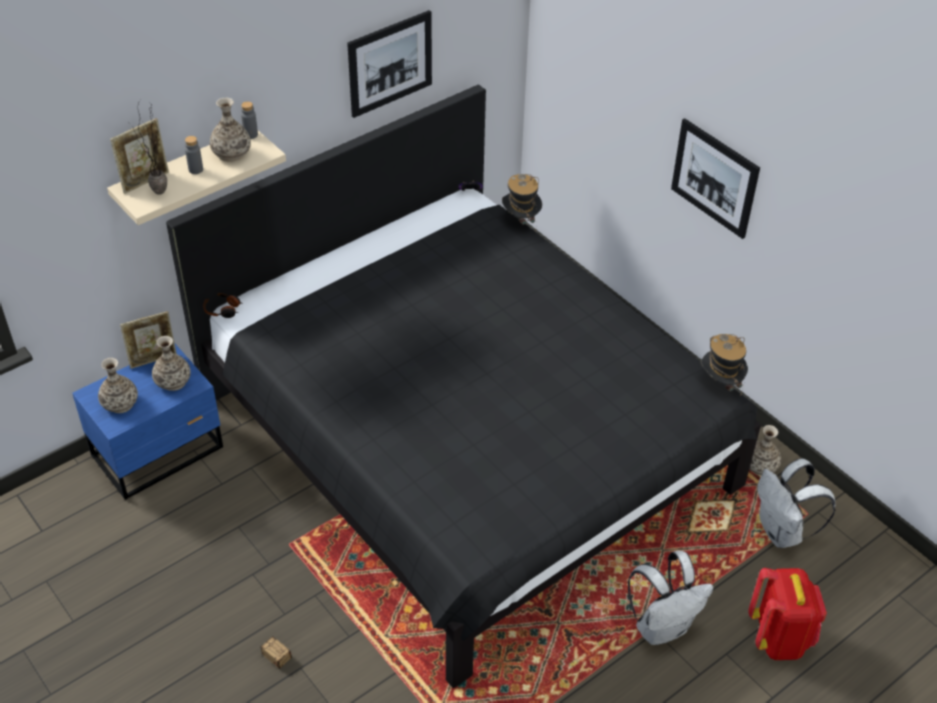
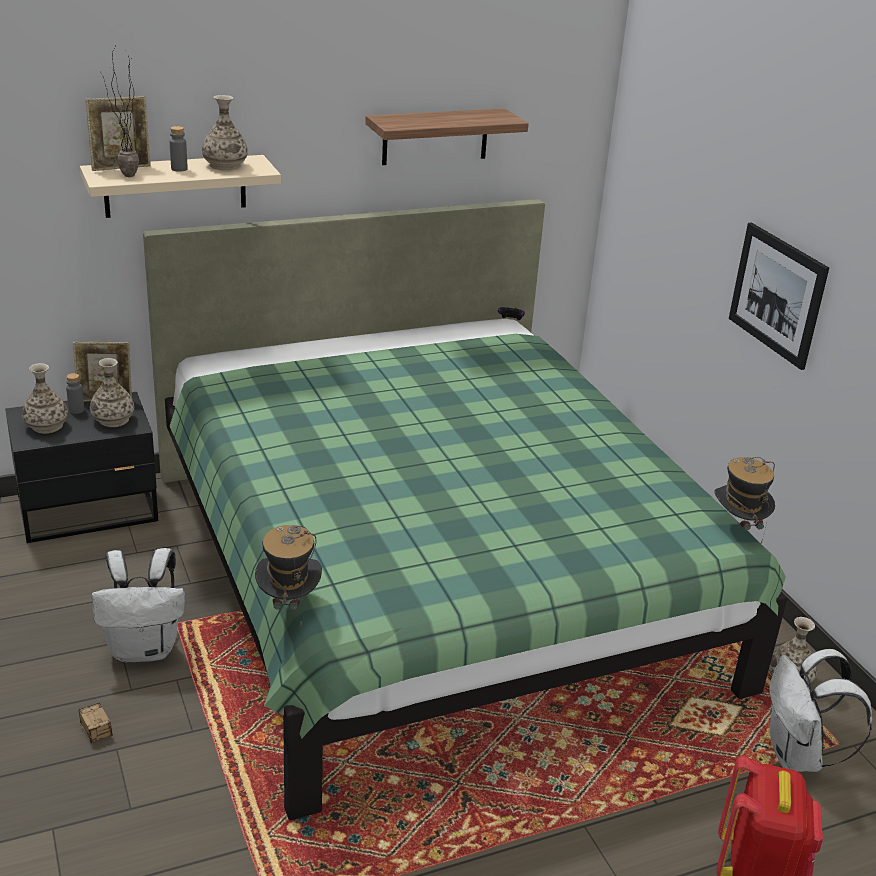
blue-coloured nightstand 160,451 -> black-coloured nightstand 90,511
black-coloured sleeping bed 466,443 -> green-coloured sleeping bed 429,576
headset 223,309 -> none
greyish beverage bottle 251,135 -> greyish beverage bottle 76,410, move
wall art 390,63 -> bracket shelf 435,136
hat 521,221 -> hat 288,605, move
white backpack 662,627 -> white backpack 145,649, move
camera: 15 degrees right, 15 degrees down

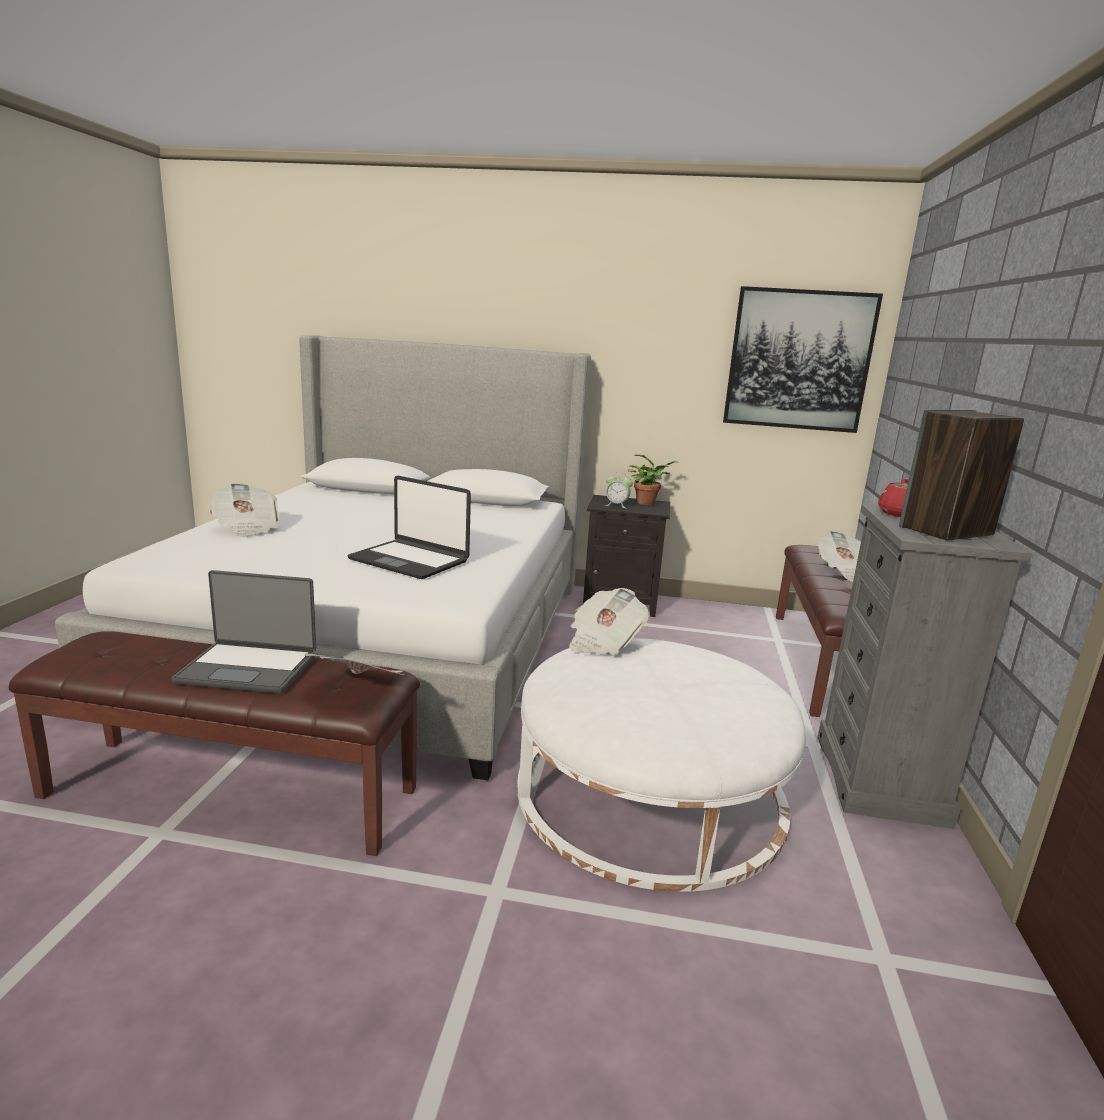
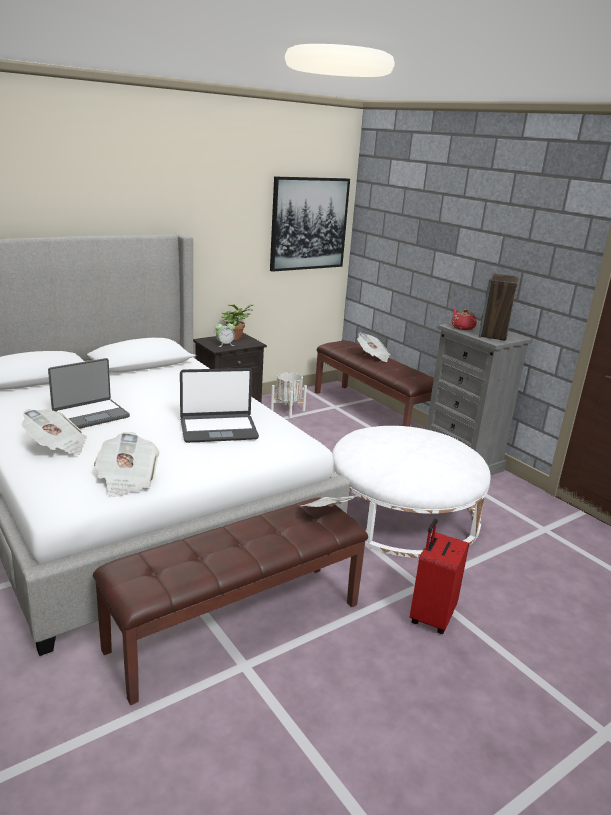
laptop 249,668 -> laptop 90,415, move
newspaper 603,642 -> newspaper 126,480, move
none -> white flower pot 287,410
none -> reddish travel case 431,616
camera: 45 degrees left, 5 degrees up

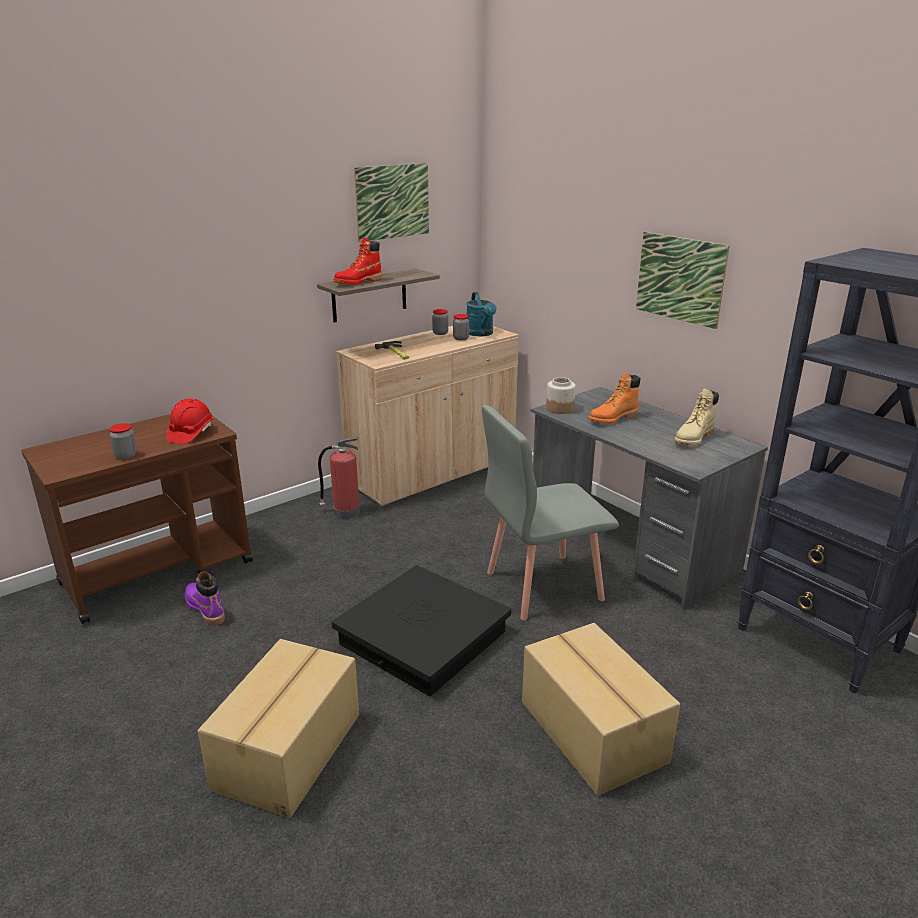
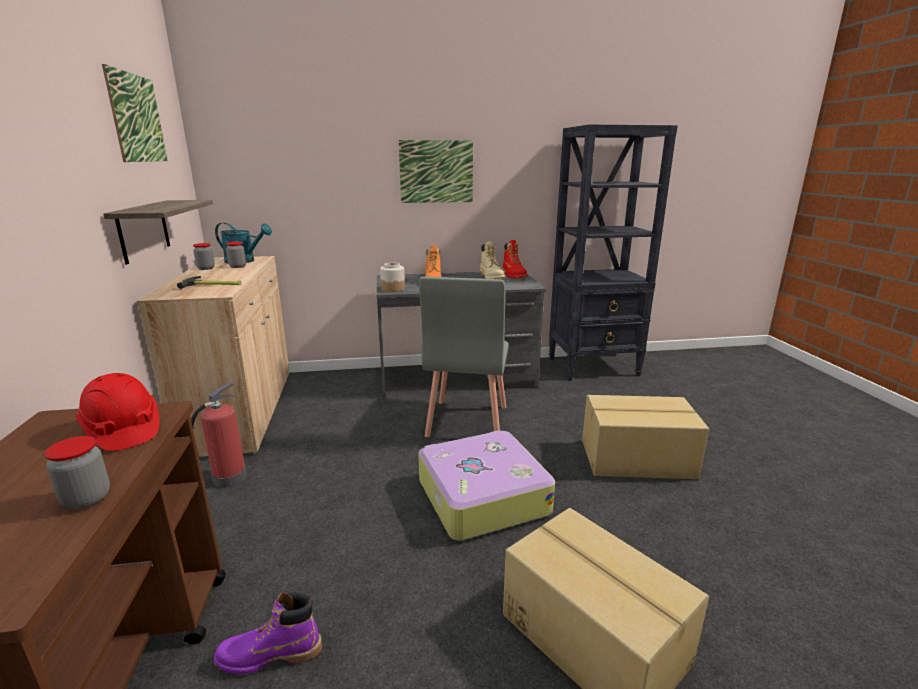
black-coloured storage bin 422,637 -> travel case 481,496
reddish boot 358,282 -> reddish boot 514,276, move
camera: 60 degrees left, 5 degrees down

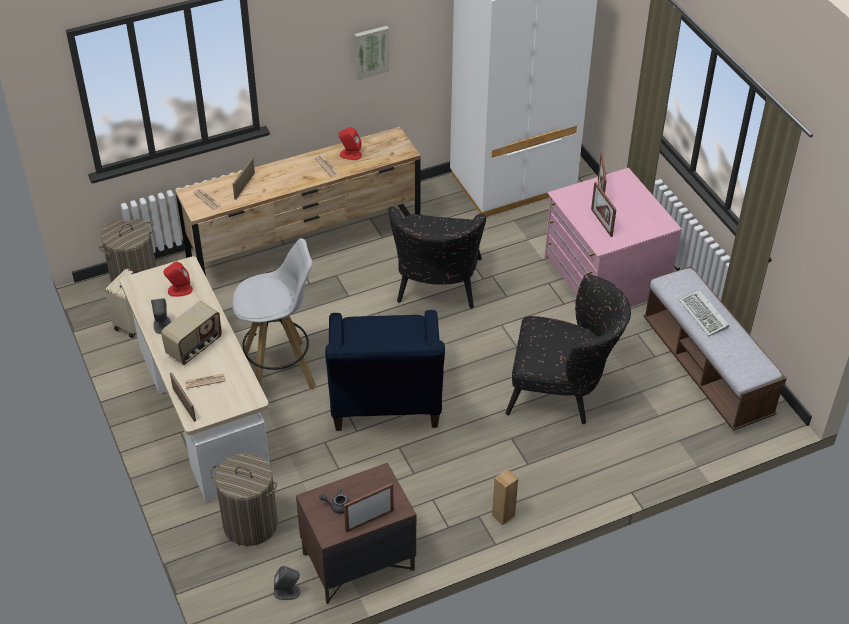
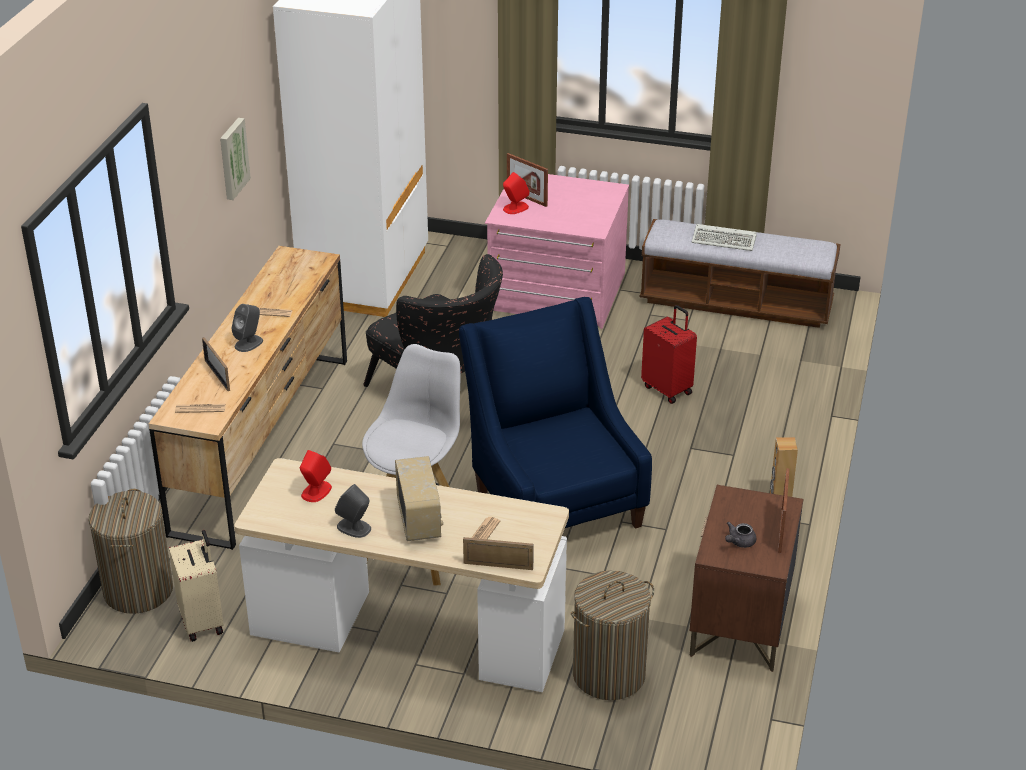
greyish loudspeaker 287,592 -> greyish loudspeaker 249,343, move
blue-coloured easy chair 385,403 -> blue-coloured easy chair 553,501, 150 degrees counterclockwise
reddish loudspeaker 350,154 -> reddish loudspeaker 515,208, move
black-coloured easy chair 562,391 -> reddish travel case 668,389
standing frame 601,222 -> none
camera: 50 degrees left, 10 degrees down

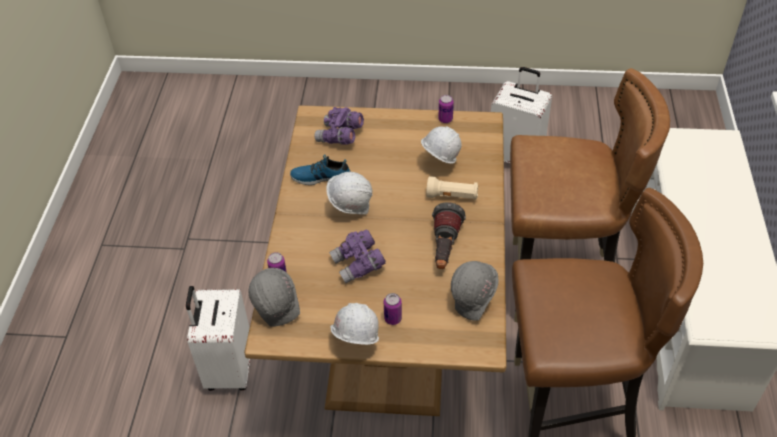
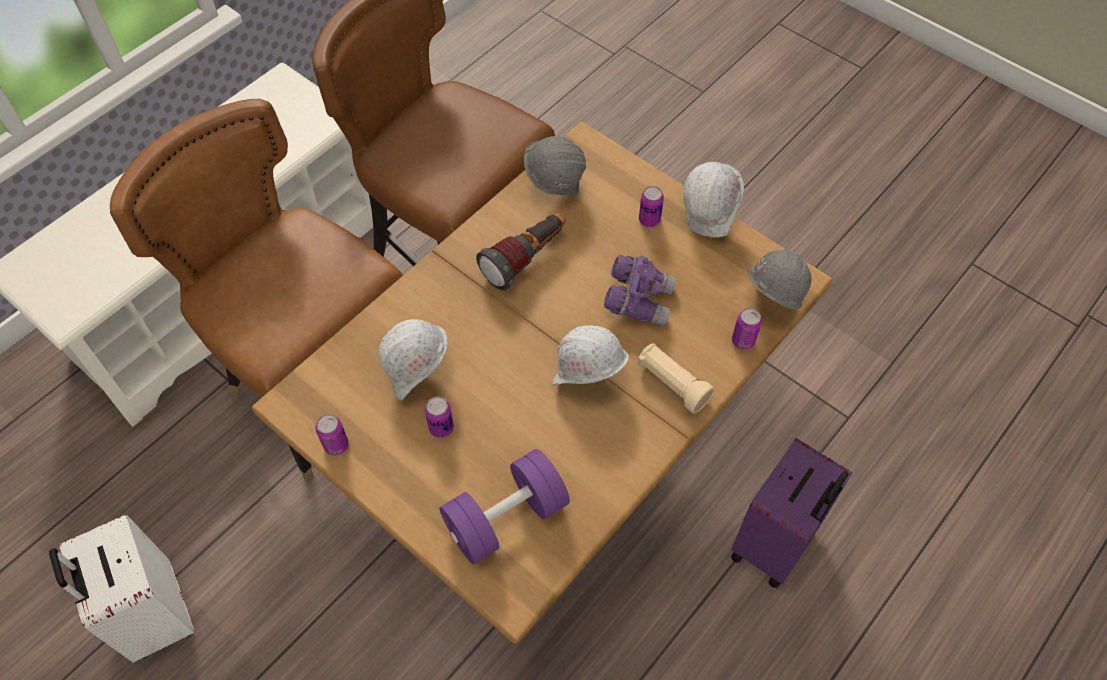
white travel case 228,369 -> purplish travel case 775,544
low shoe 321,177 -> none
purplish pair of binoculars 340,136 -> purplish dumbbell 506,517
beige-coloured torch 452,196 -> beige-coloured torch 672,384, move
none -> sealed can 441,428
camera: 145 degrees left, 10 degrees up

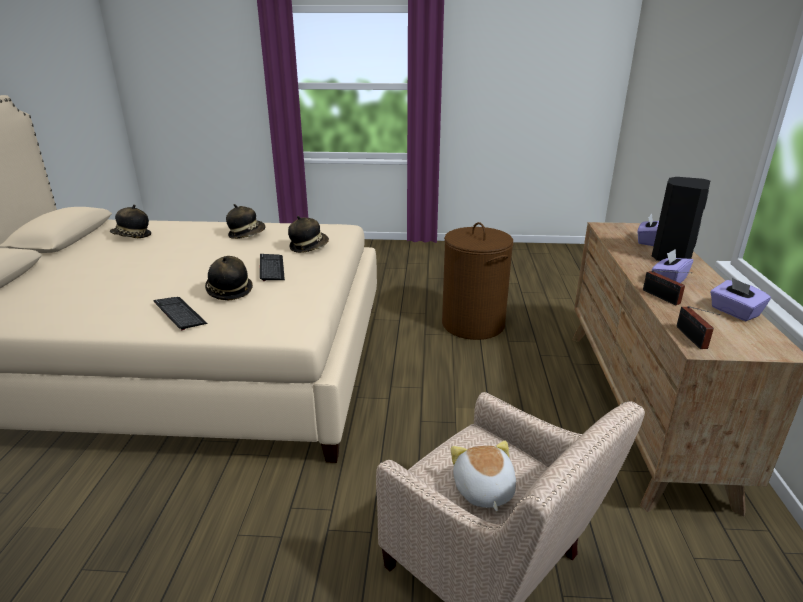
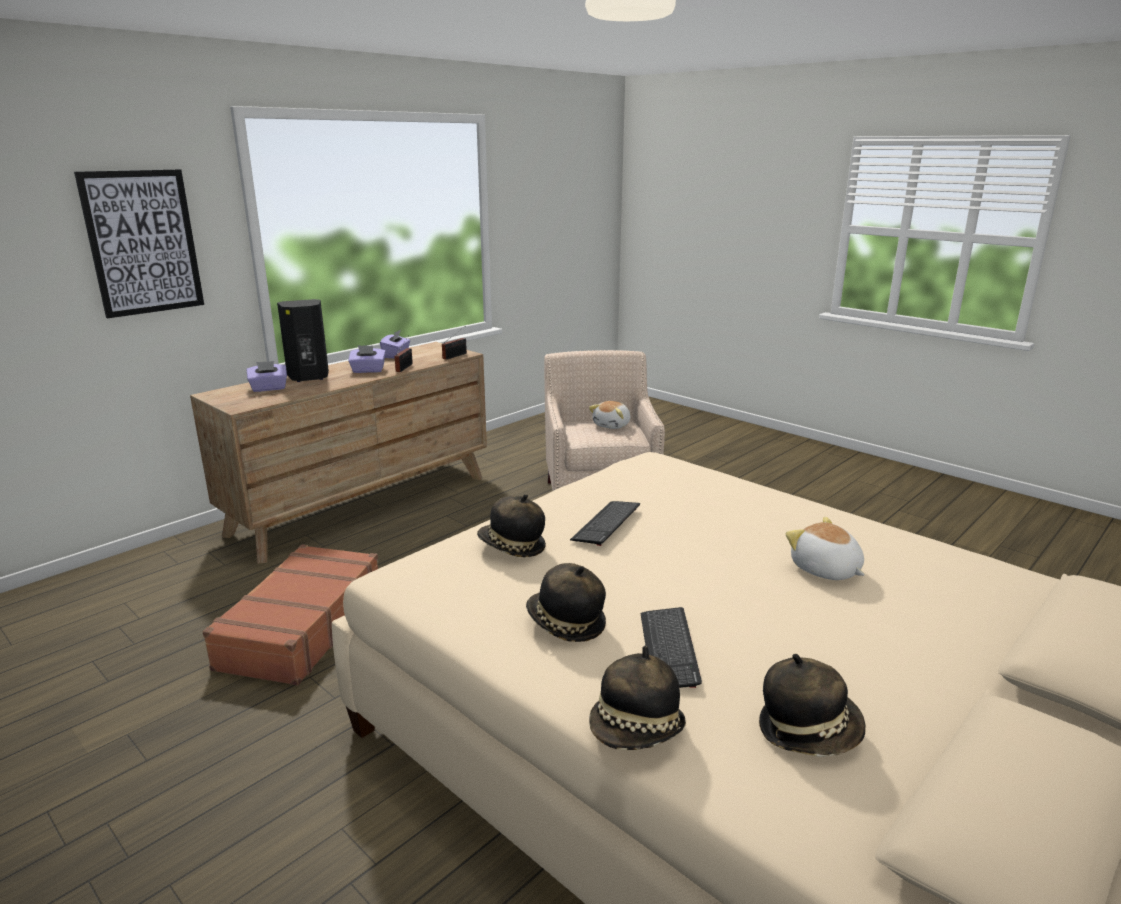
computer keyboard 179,314 -> computer keyboard 668,649, move
hat 229,291 -> hat 637,731, move
brownish laundry basket 472,324 -> brownish travel case 301,627
none -> wall art 143,242
none -> cuddly toy 825,570
camera: 140 degrees left, 5 degrees down

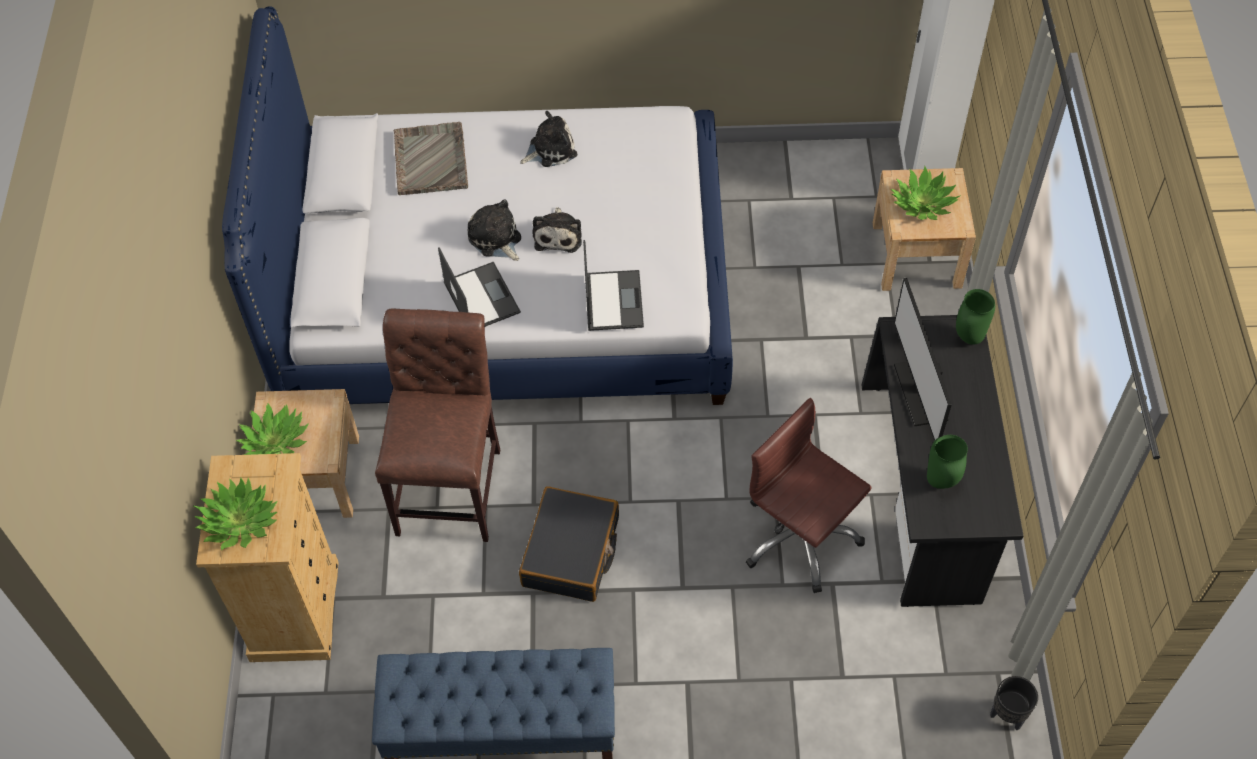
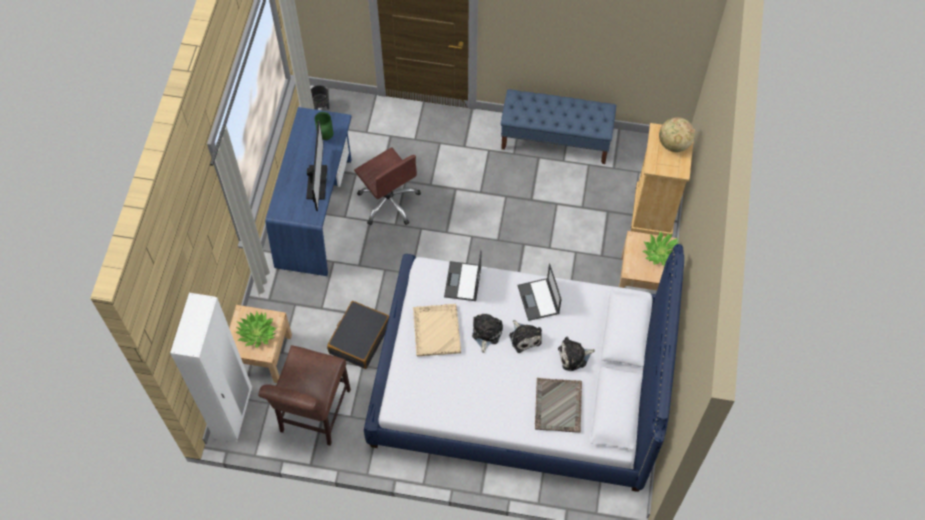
potted plant 240,521 -> globe 673,144
brownish plain chair 451,484 -> brownish plain chair 313,414, move
black-coloured travel case 571,552 -> black-coloured travel case 359,338, move
cuddly toy 550,149 -> cuddly toy 574,356, move
black-coloured desk unit 924,492 -> blue-coloured desk unit 317,212
green-coloured flower vase 968,337 -> none
none -> beige-coloured serving tray 436,330
camera: 170 degrees left, 5 degrees up

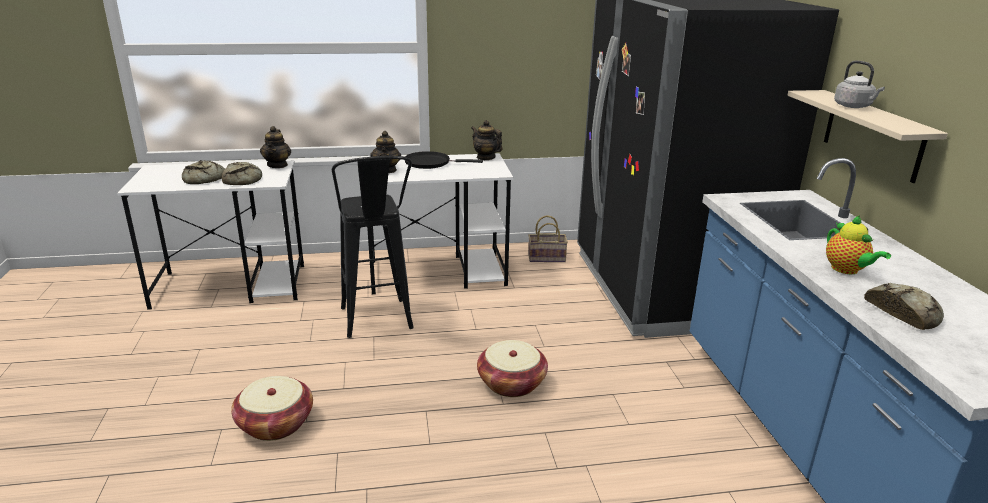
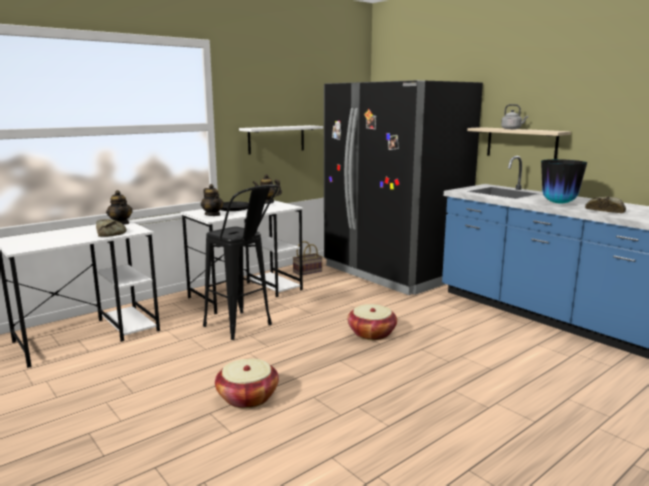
baked bread 204,179 -> none
pot for tea 847,270 -> flower vase 558,203
none -> white bracket shelf 276,139
camera: 30 degrees left, 10 degrees down

